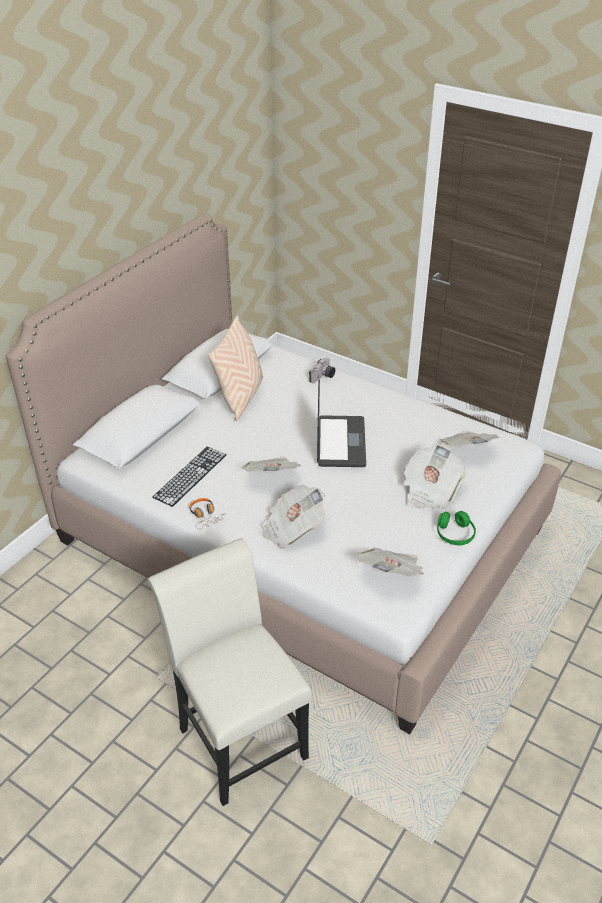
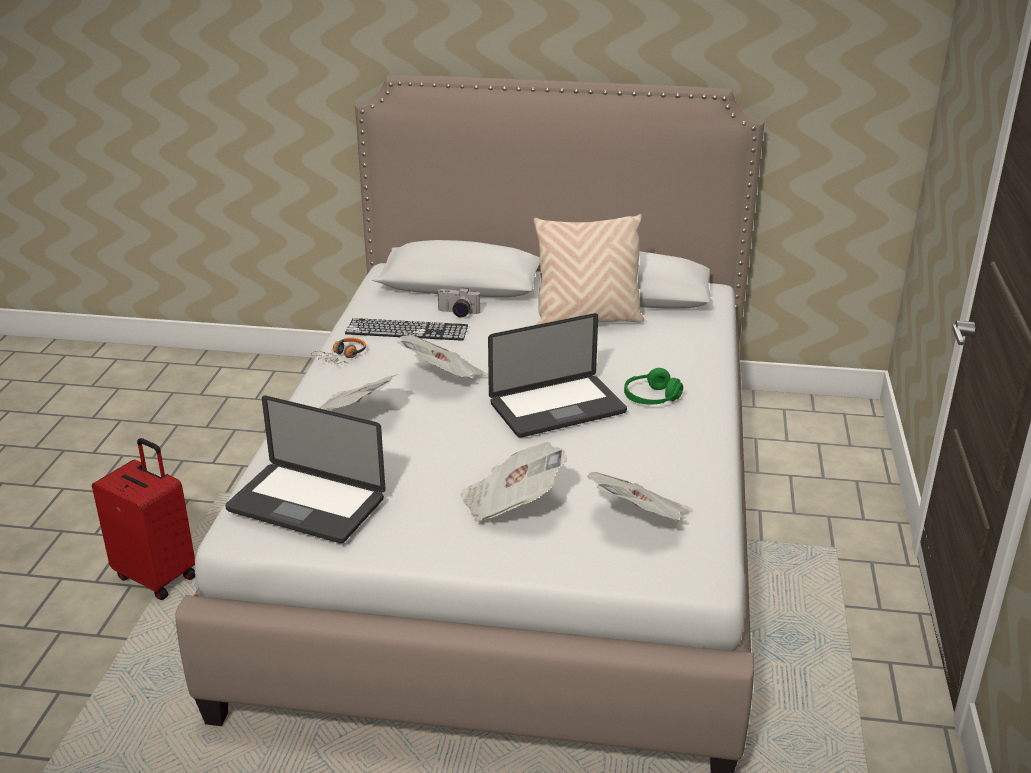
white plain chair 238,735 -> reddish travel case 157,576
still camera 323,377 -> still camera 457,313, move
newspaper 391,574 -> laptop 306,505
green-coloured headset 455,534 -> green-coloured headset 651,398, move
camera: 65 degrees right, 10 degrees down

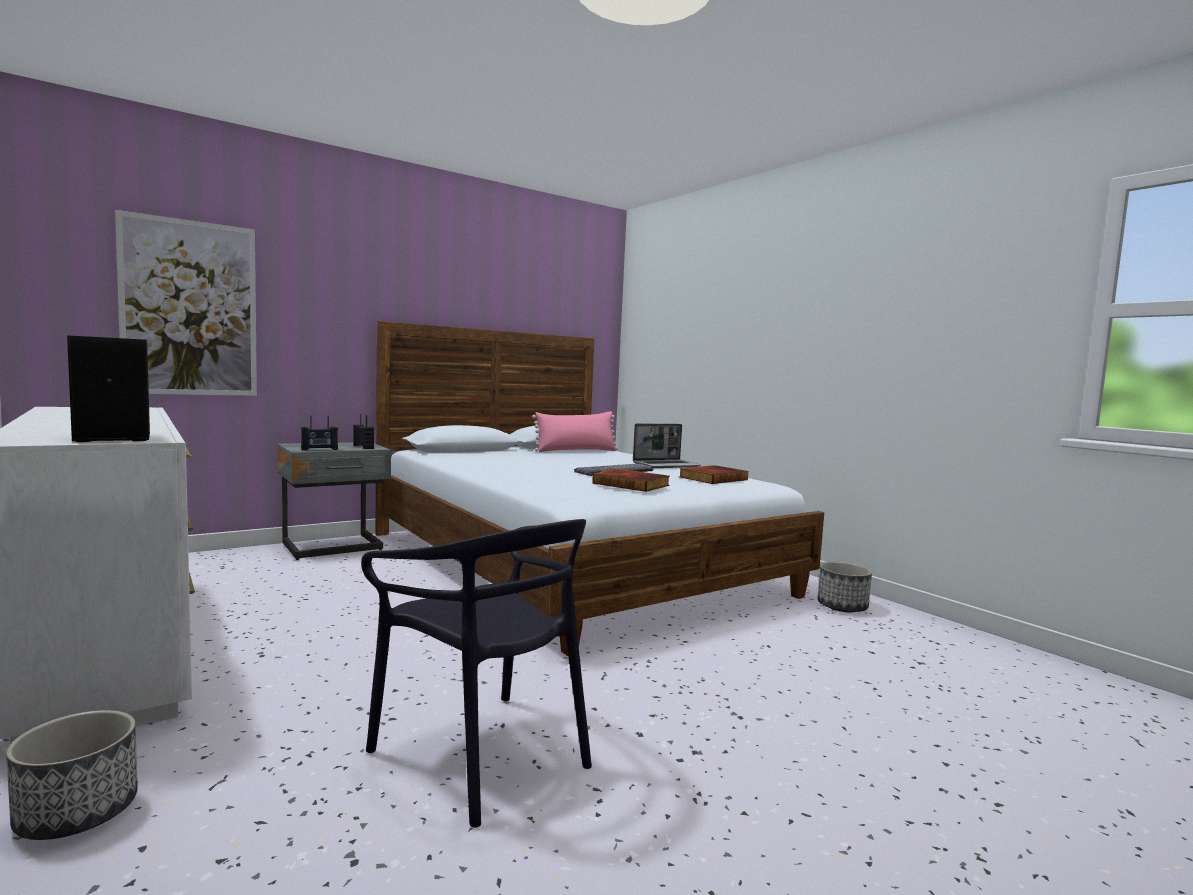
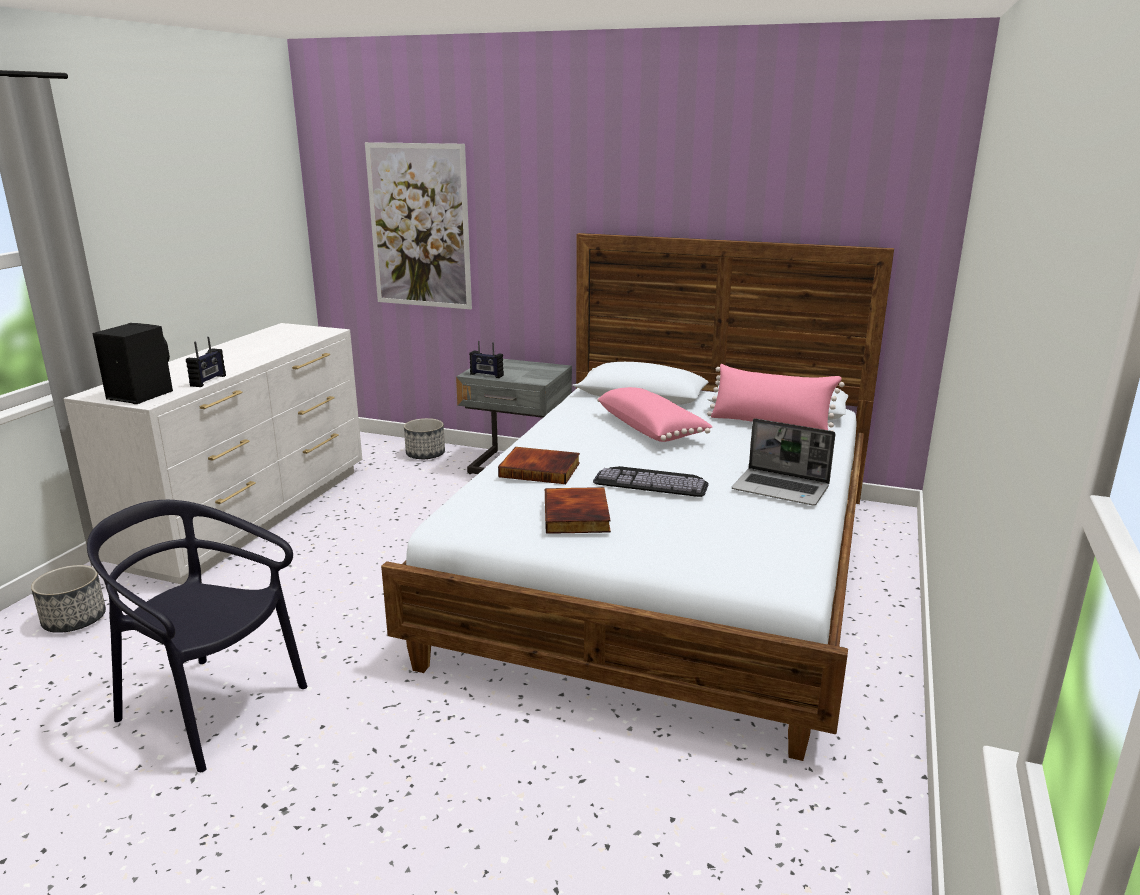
radio receiver 363,447 -> radio receiver 209,381, move
black-coloured plain chair 482,754 -> black-coloured plain chair 210,708, 105 degrees clockwise
book 712,478 -> book 540,469, move
flower pot 842,606 -> flower pot 425,454, move
none -> pink pillow 651,429
camera: 55 degrees right, 15 degrees up

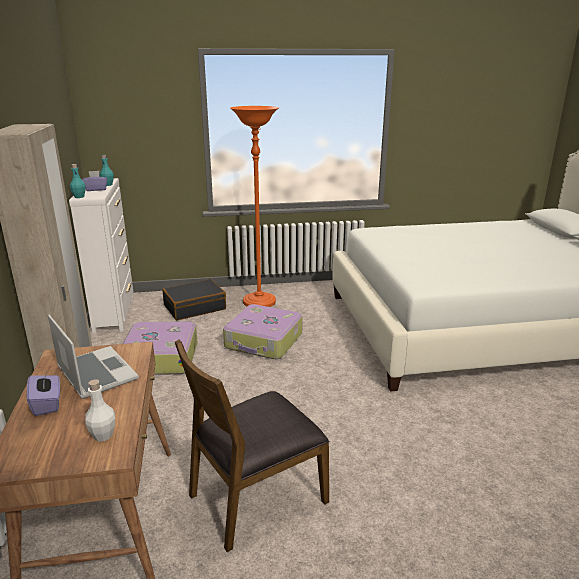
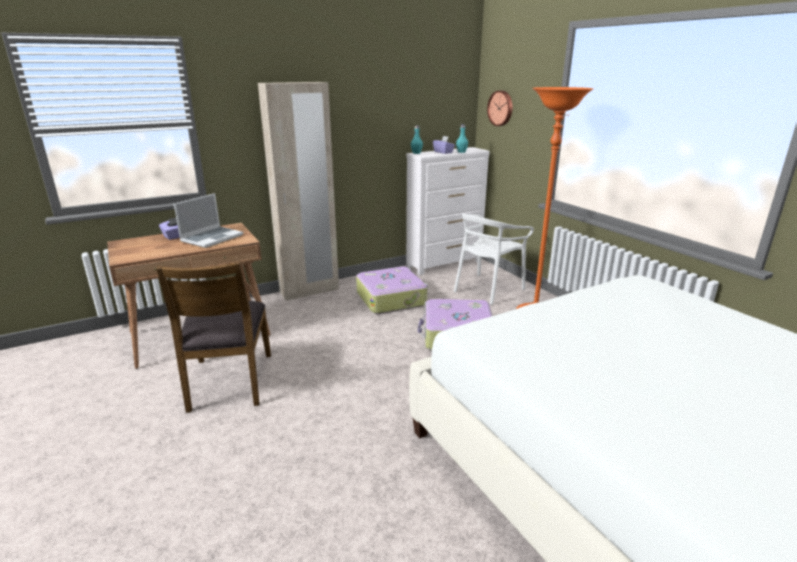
white beverage bottle 103,435 -> none
black-coloured travel case 194,307 -> white plain chair 487,289
brownish plain chair 256,497 -> brownish plain chair 229,381, 135 degrees counterclockwise
none -> hanging clock 501,108
camera: 70 degrees right, 0 degrees up

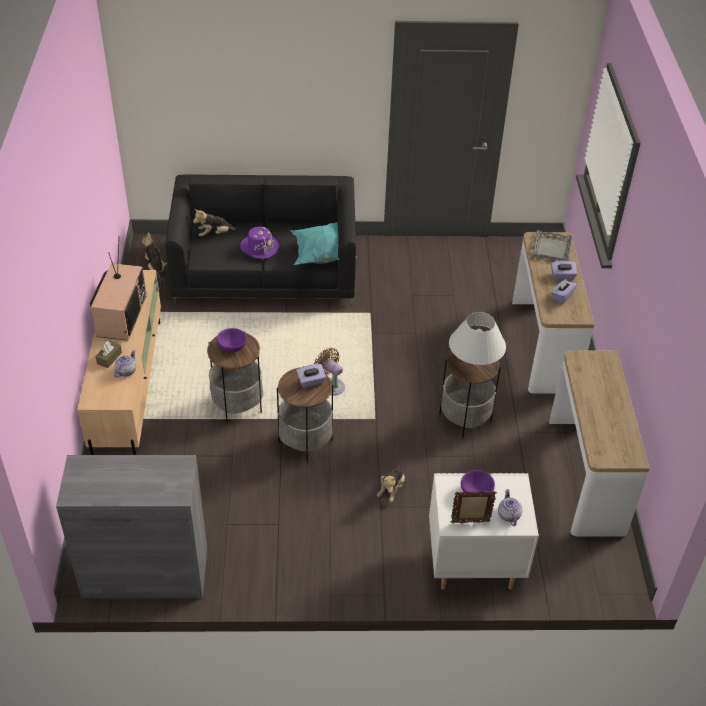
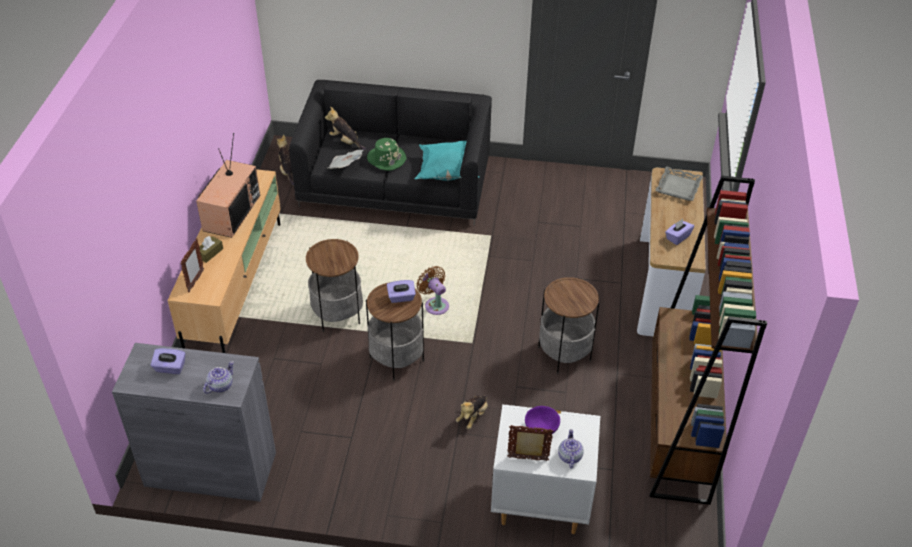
pot for tea 126,371 -> pot for tea 220,385, move
cuddly toy 215,234 -> cuddly toy 346,141, 45 degrees clockwise
purplish serving bowl 232,347 -> none
purplish hat 259,247 -> green-coloured hat 386,159
white table lamp 474,361 -> none
narrow table 586,475 -> brownish bookshelf 679,426
purplish box of tissues 562,277 -> purplish box of tissues 170,368, move
none -> standing frame 195,281
none -> newspaper 345,167
camera: 10 degrees right, 0 degrees up

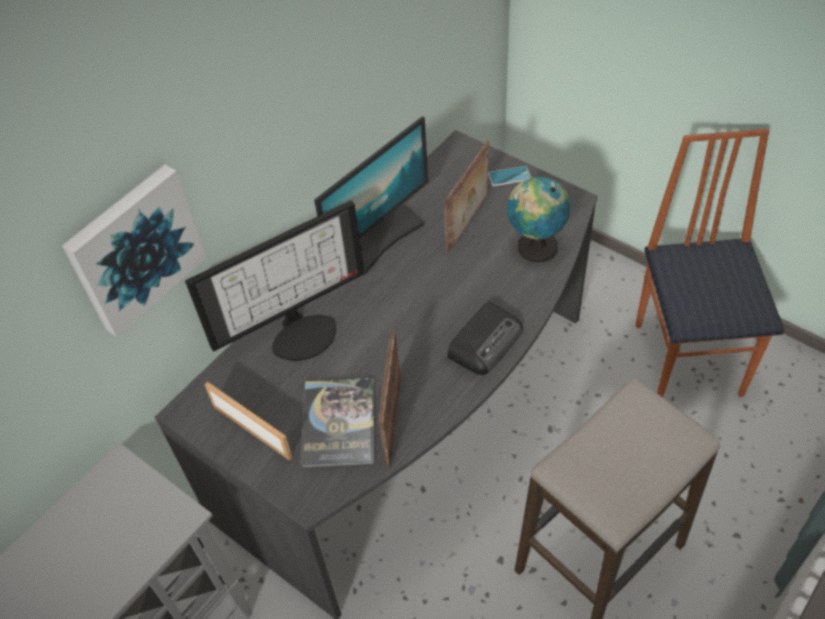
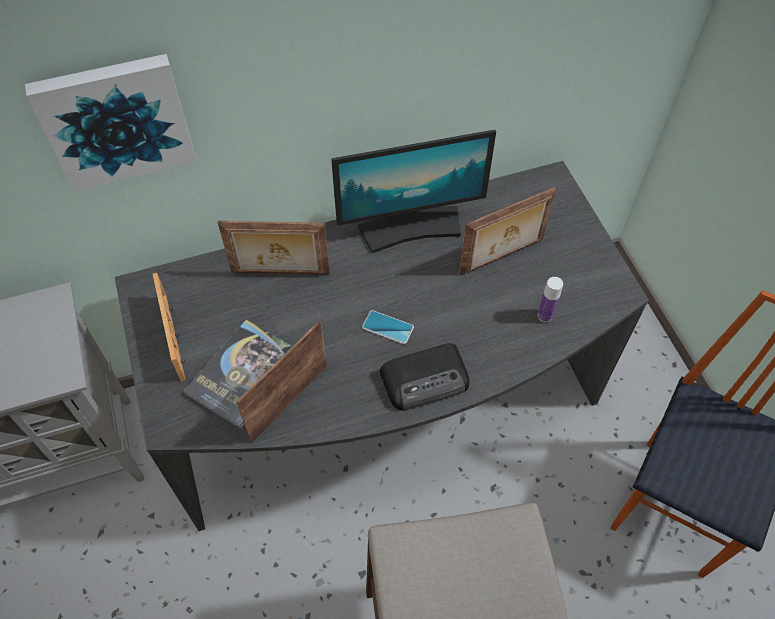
monitor 302,332 -> standing frame 280,274
handset 509,176 -> handset 387,327, move
globe 534,246 -> beverage bottle 545,315
camera: 30 degrees right, 5 degrees up

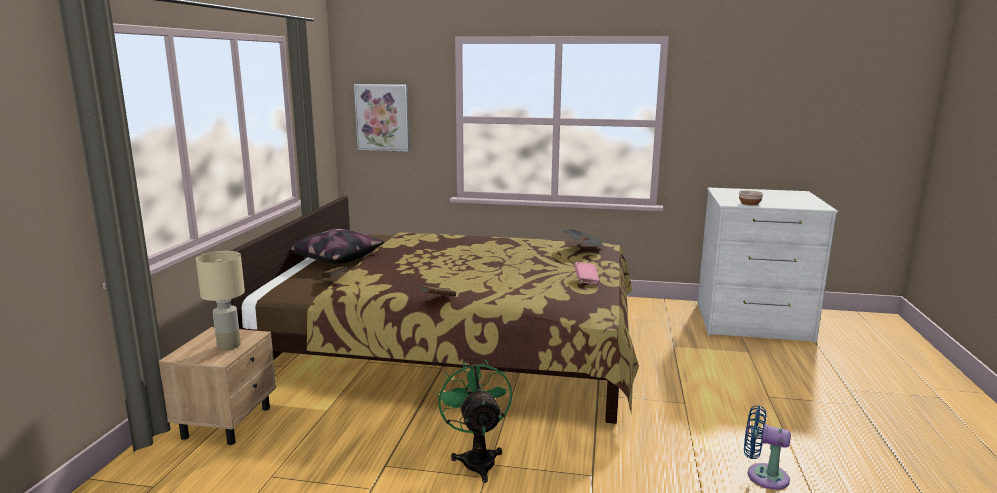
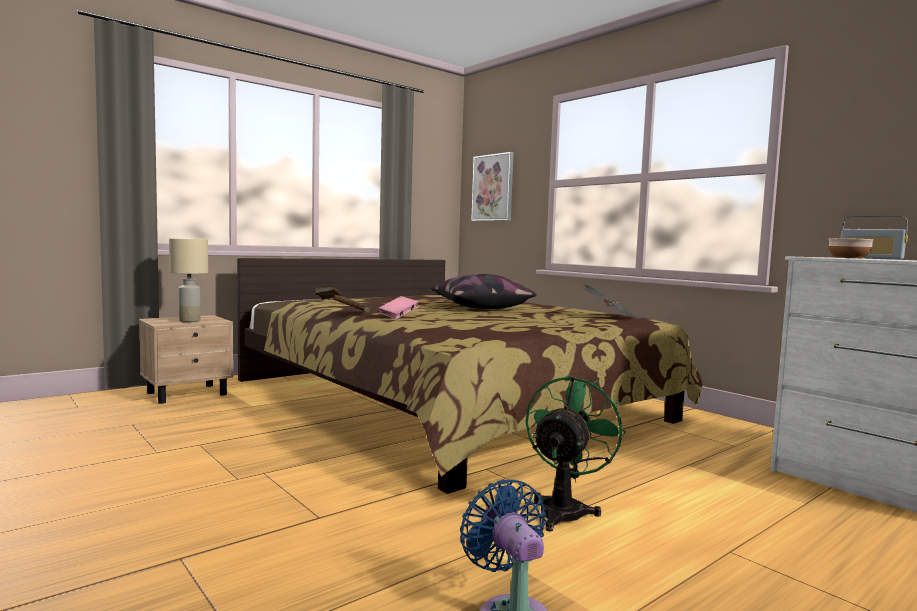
pillow 335,259 -> pillow 480,307, move
green-coloured electric fan 477,458 -> green-coloured electric fan 565,509, move
pink book 586,280 -> pink book 398,316, move
none -> radio receiver 871,258
camera: 40 degrees right, 10 degrees down

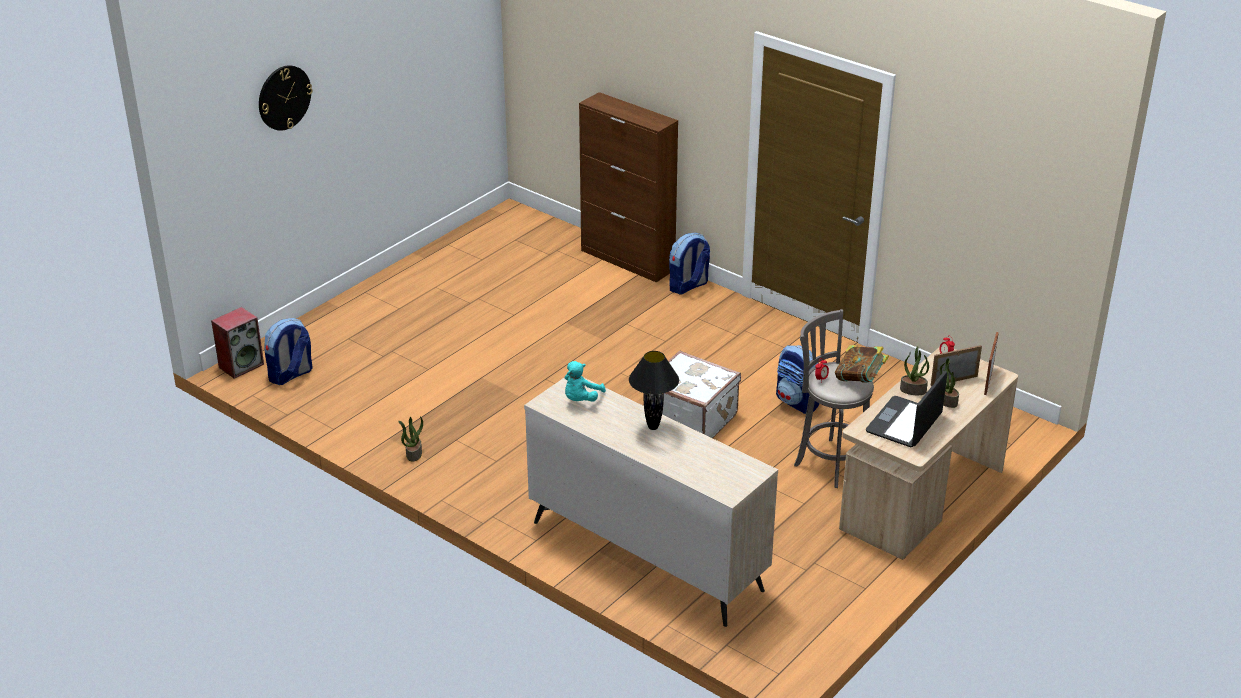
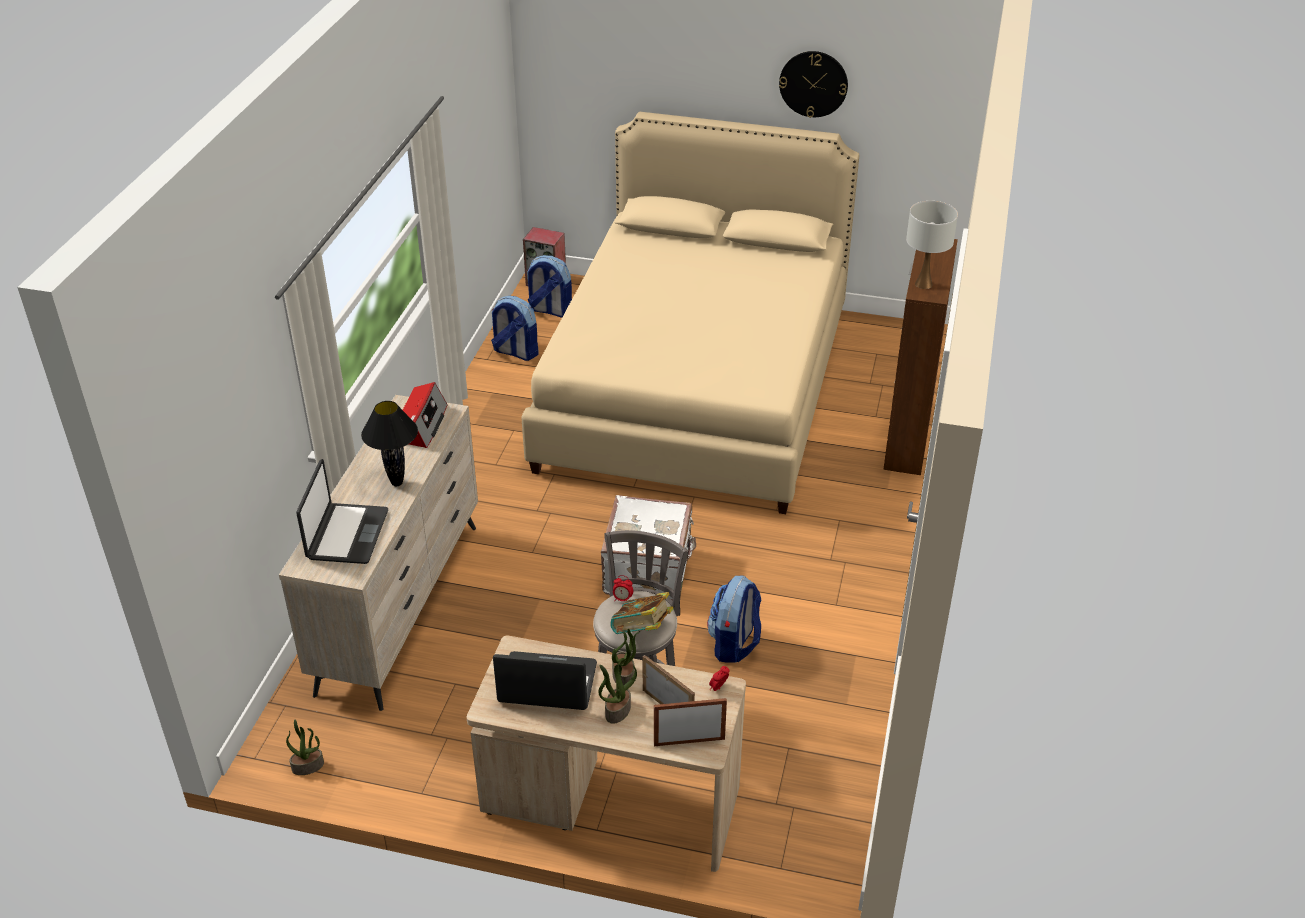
hanging clock 284,97 -> hanging clock 813,84, move
potted plant 413,453 -> potted plant 308,766, move
blue-green cuddly toy 581,399 -> radio receiver 422,425
backpack 688,286 -> backpack 515,352, move
none -> laptop 346,535
none -> beige-coloured sleeping bed 696,388
none -> white table lamp 924,284
camera: 65 degrees right, 5 degrees up

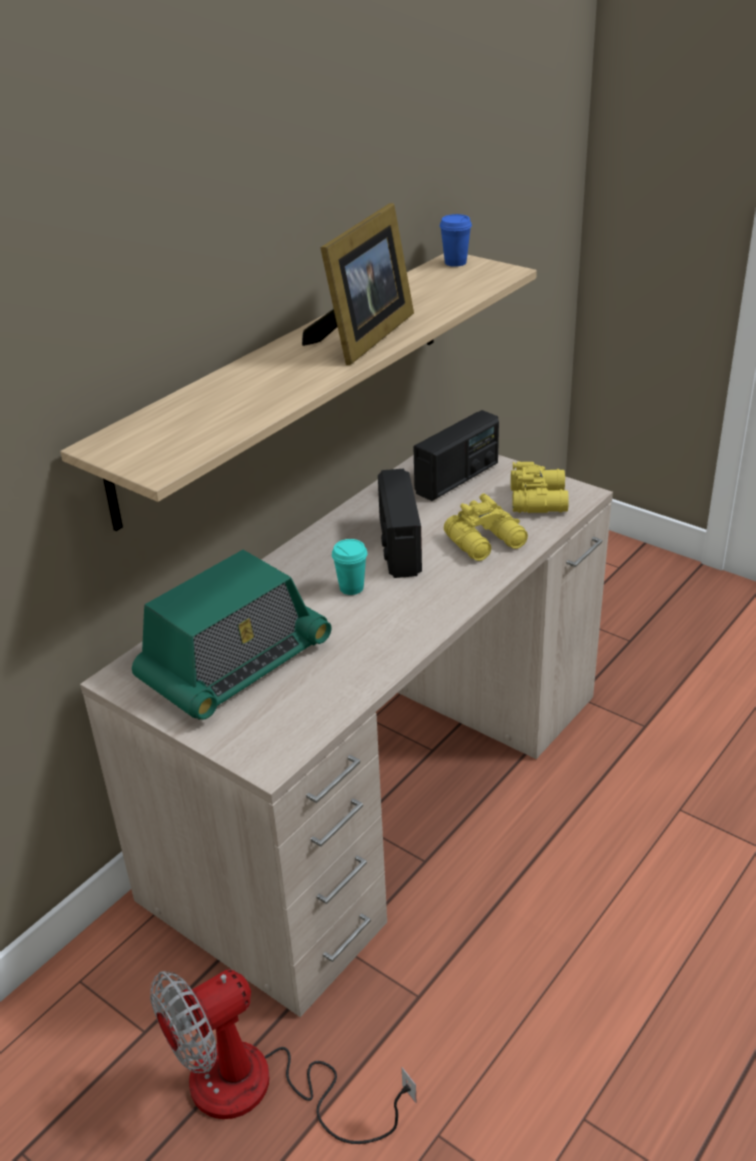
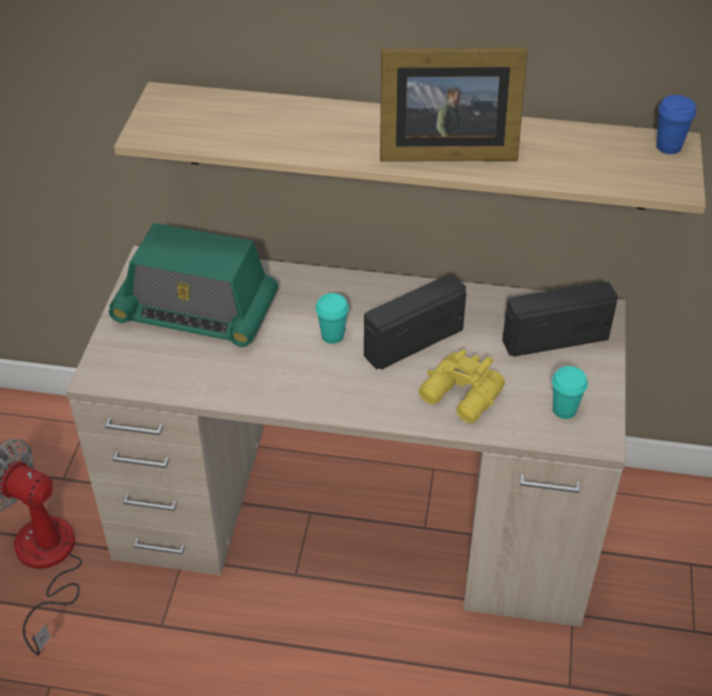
radio receiver 457,478 -> radio receiver 555,339, 150 degrees clockwise
yellowish pair of binoculars 540,499 -> blue-green drinking cup 564,410
camera: 60 degrees right, 10 degrees up

